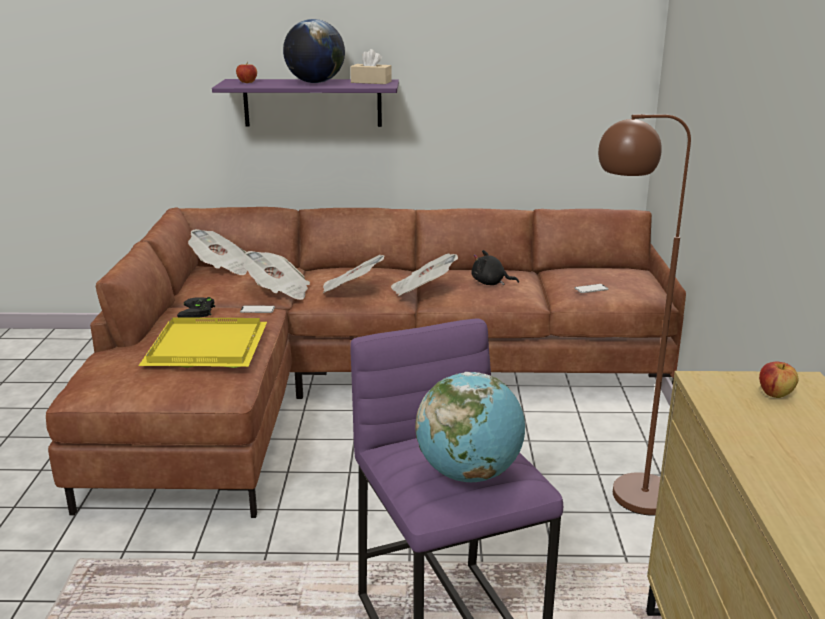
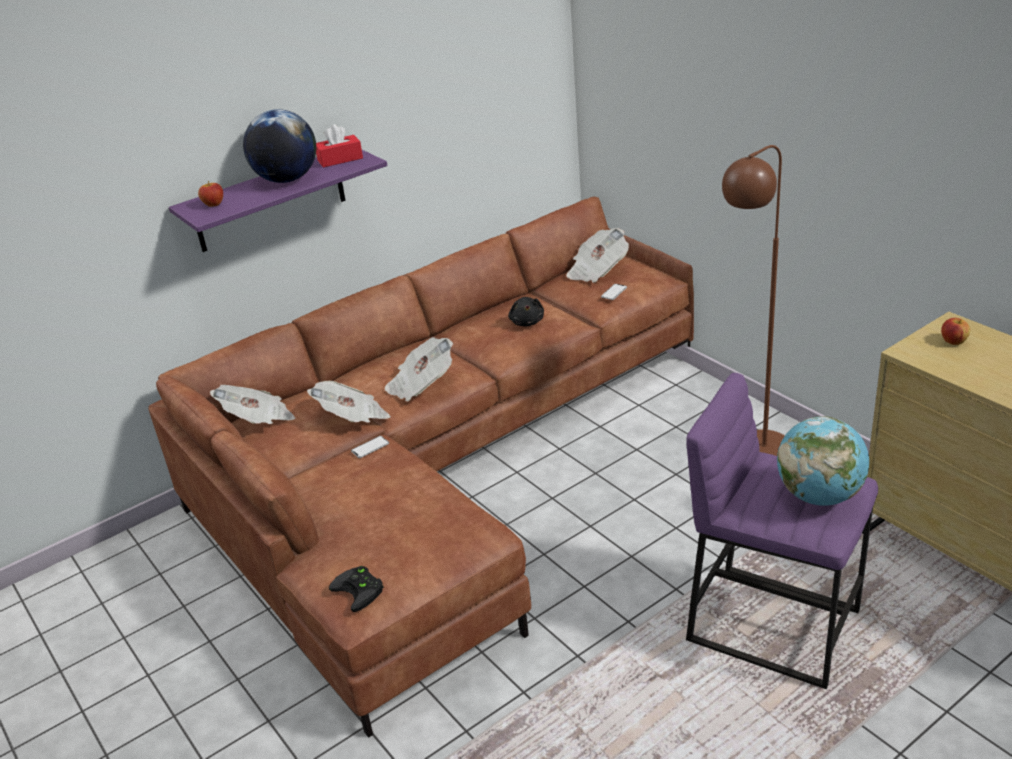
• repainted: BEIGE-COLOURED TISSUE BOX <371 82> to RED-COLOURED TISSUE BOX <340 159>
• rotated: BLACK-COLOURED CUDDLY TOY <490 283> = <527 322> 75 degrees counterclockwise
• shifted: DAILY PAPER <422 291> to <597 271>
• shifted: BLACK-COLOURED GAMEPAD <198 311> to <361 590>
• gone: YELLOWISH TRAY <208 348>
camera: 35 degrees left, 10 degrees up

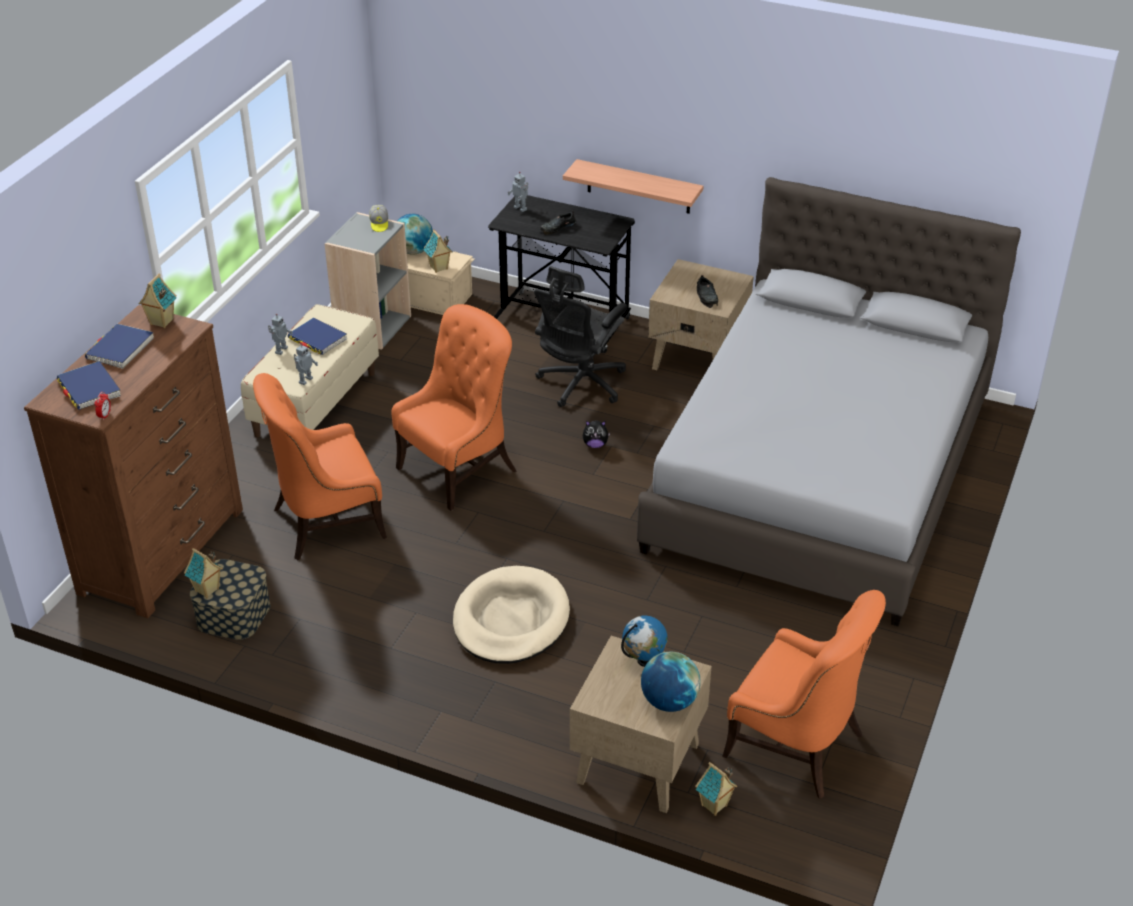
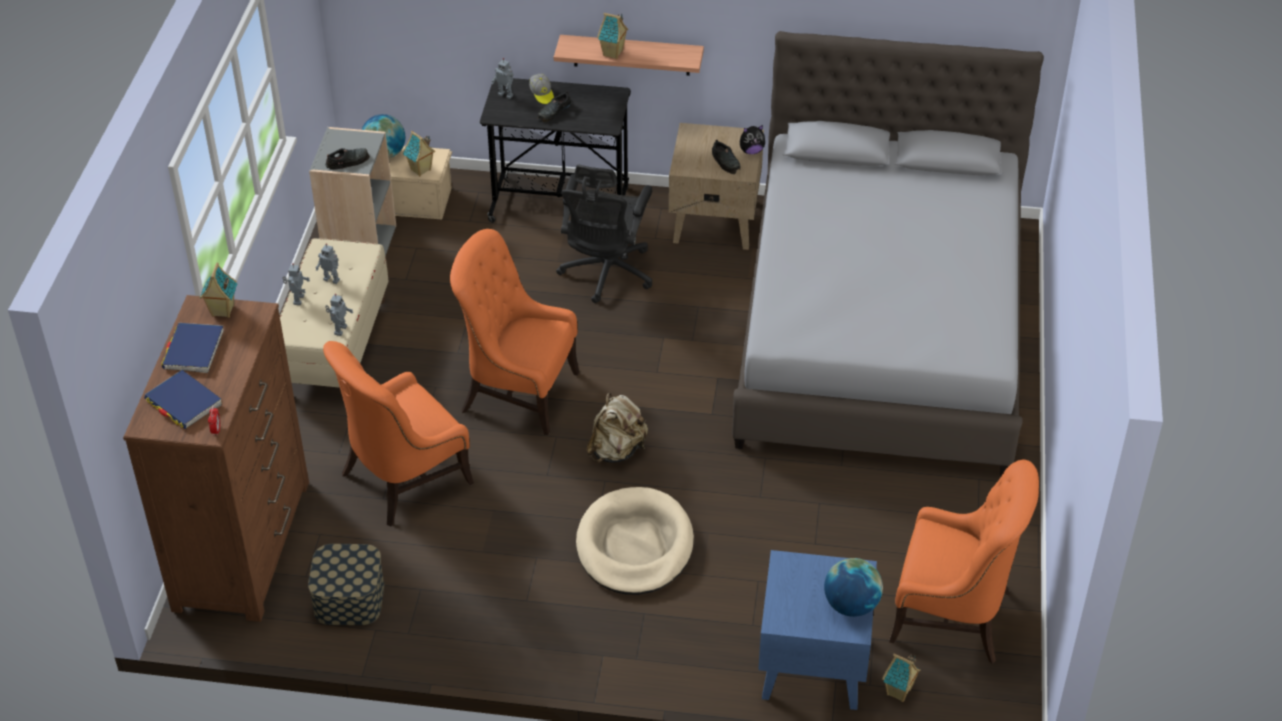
• shifted: PEAKED CAP <379 224> to <542 94>
• rotated: ORANGE-COLOURED CHAIR <459 469> = <517 392> 105 degrees counterclockwise
• swapped: BLUE VOLUME <317 339> to TOY ROBOT <332 279>
• shifted: CUDDLY TOY <595 445> to <751 151>
• shifted: TOY HOUSE <207 590> to <613 53>
• gone: GLOBE <643 661>
• repainted: BEIGE-COLOURED NIGHTSTAND <636 762> to BLUE NIGHTSTAND <811 666>
• new: BLACK-COLOURED LOW SHOE <348 161>
• new: BEIGE-COLOURED BACKPACK <617 450>
camera: 15 degrees left, 5 degrees up

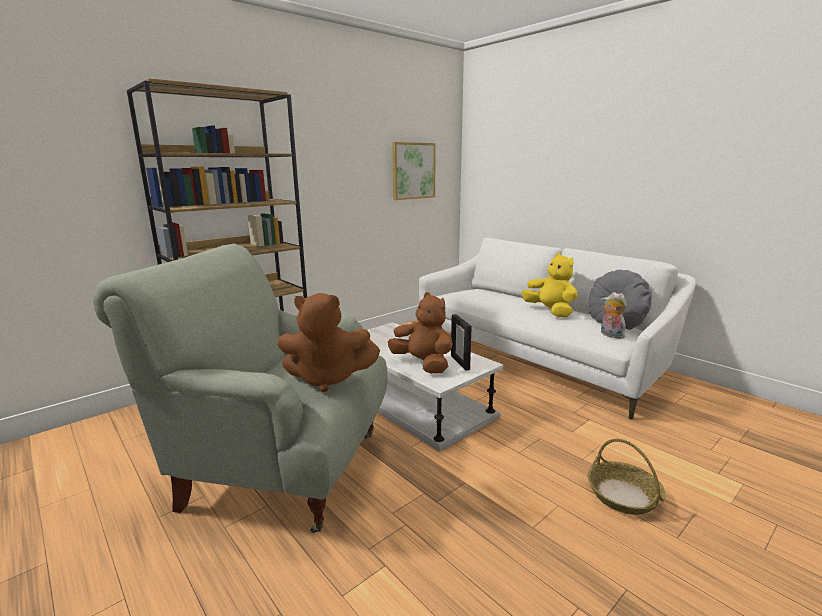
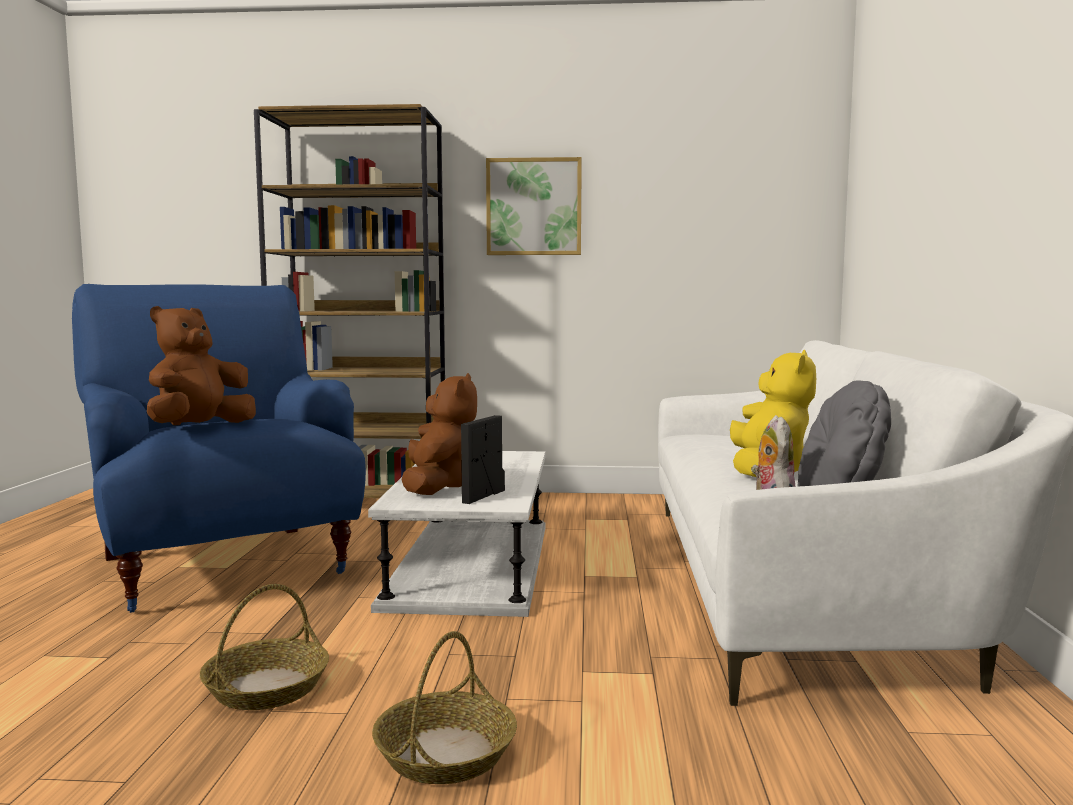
• shifted: PICTURE <413 171> to <534 207>
• repainted: GREYISH LOUNGE CHAIR <281 469> to BLUE LOUNGE CHAIR <222 565>
• rotated: BROWNISH CUDDLY TOY <328 379> = <199 428> 75 degrees clockwise
• new: HOUSEHOLD BASKET <266 688>
camera: 45 degrees right, 10 degrees down

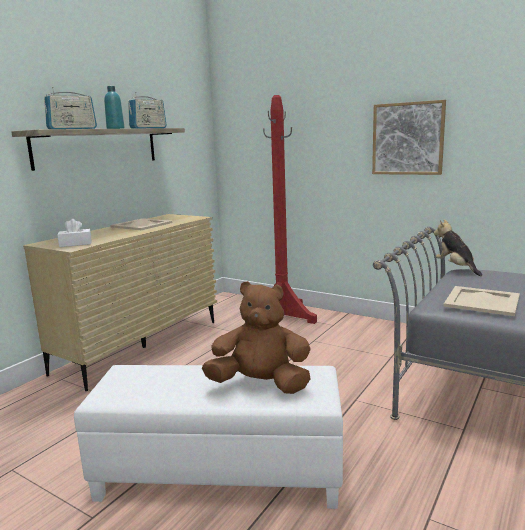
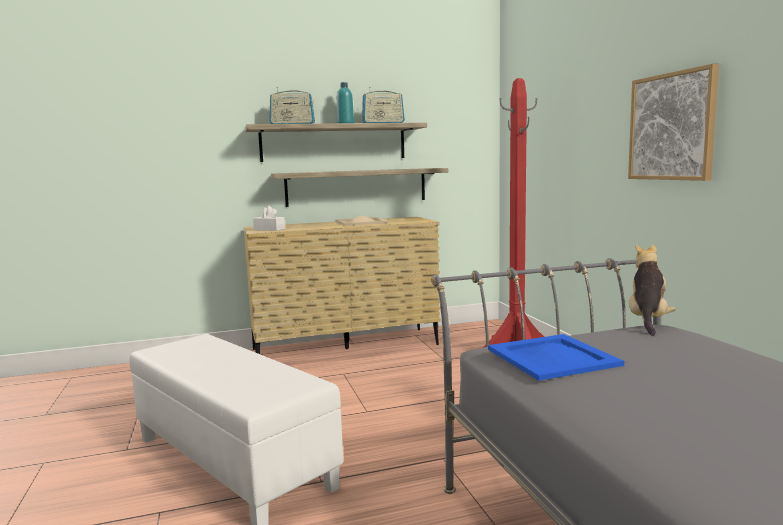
• gone: BROWNISH CUDDLY TOY <261 385>
• repainted: BEIGE-COLOURED TRAY <483 301> to BLUE TRAY <553 357>
• new: WALL SHELF <356 187>
camera: 40 degrees right, 5 degrees down

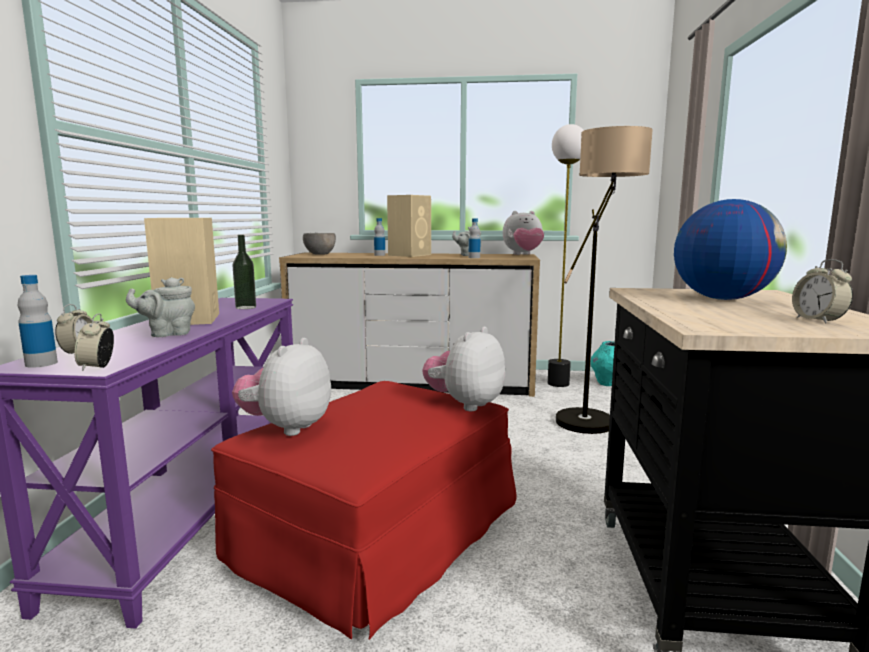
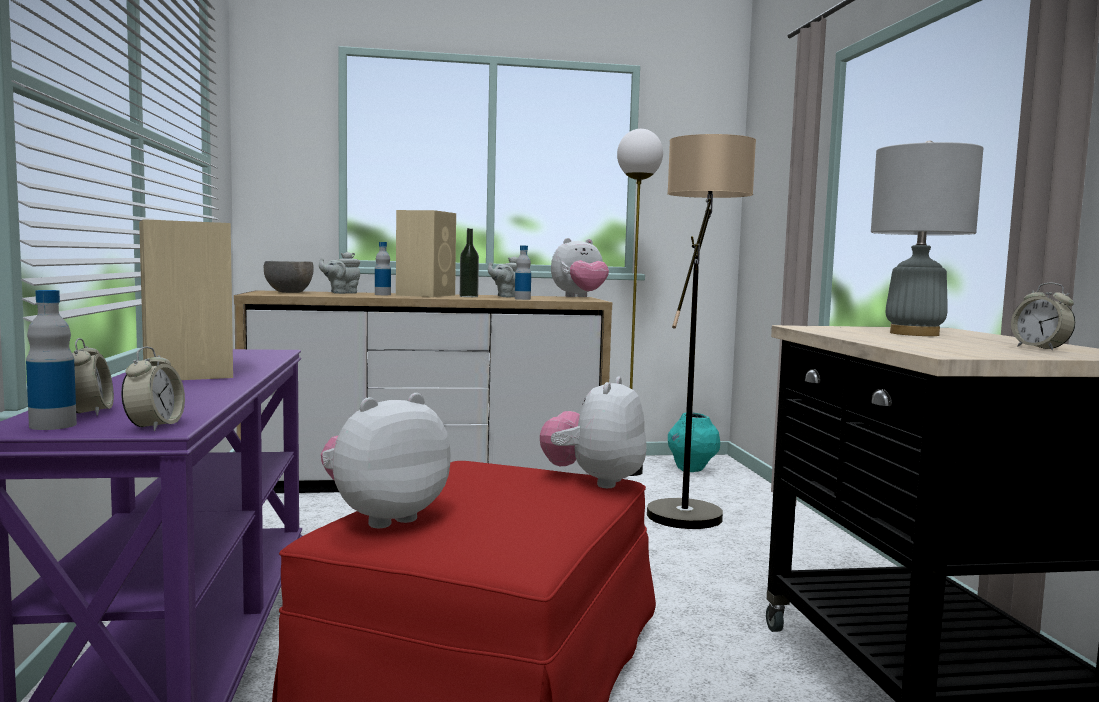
• swapped: GLOBE <722 299> to GREYISH TABLE LAMP <913 334>
• shifted: DRINK BOTTLE <246 307> to <468 296>
• shifted: GREYISH TEA POT <167 334> to <341 293>
• rotated: BEDSIDE CLOCK <97 367> = <154 427> 150 degrees counterclockwise
• rotated: CUDDLY TOY <286 428> = <383 517> 45 degrees clockwise
camera: 15 degrees left, 5 degrees down

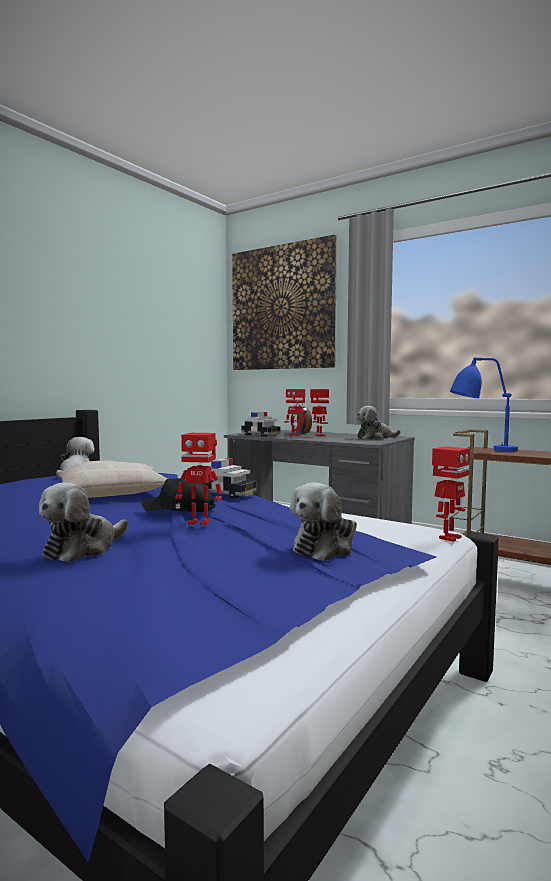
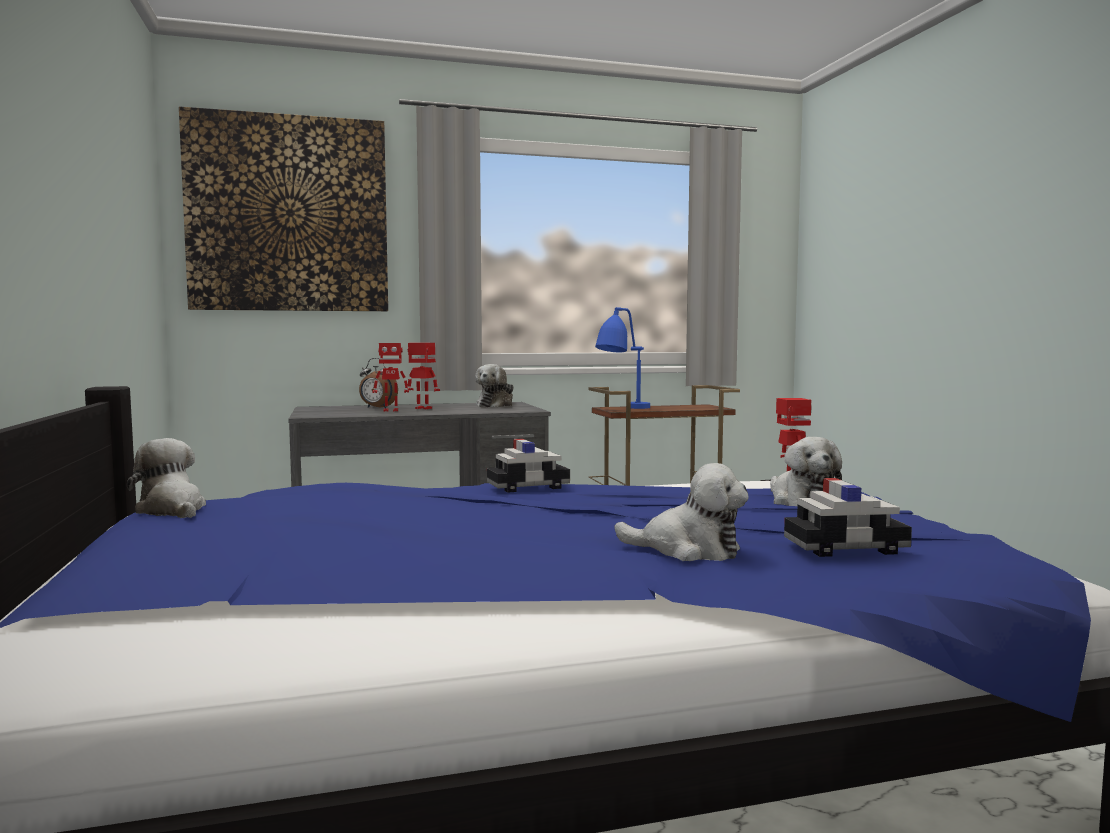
• shifted: TOY CAR <261 435> to <846 548>
• gone: TOY ROBOT <199 522>
• gone: BEIGE-COLOURED CUSHION <114 493>
• gone: BLACK-COLOURED PEAKED CAP <179 509>
• rotated: CUDDLY TOY <83 548> = <688 550> 45 degrees counterclockwise
camera: 50 degrees left, 0 degrees up

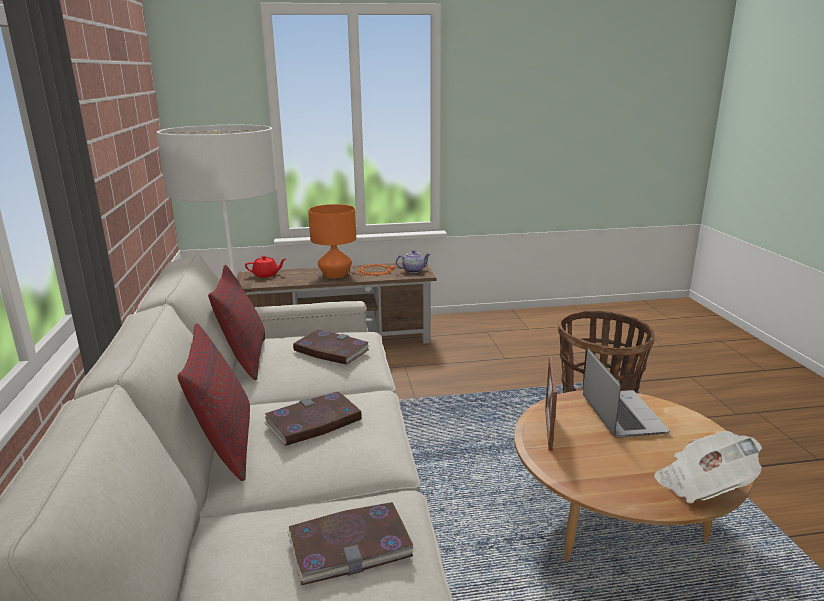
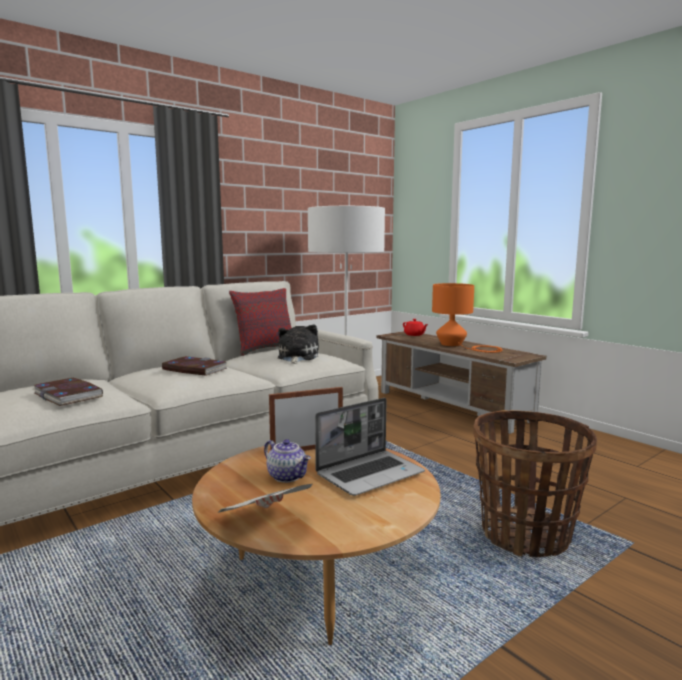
• shifted: TEA POT <413 270> to <288 476>
• gone: RED-COLOURED CUSHION <227 447>
• swapped: VOLUME <331 350> to CUDDLY TOY <297 357>
camera: 60 degrees right, 10 degrees down

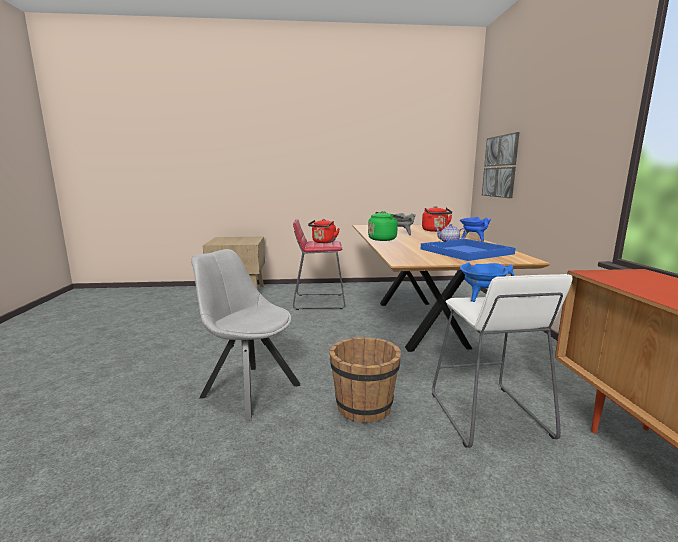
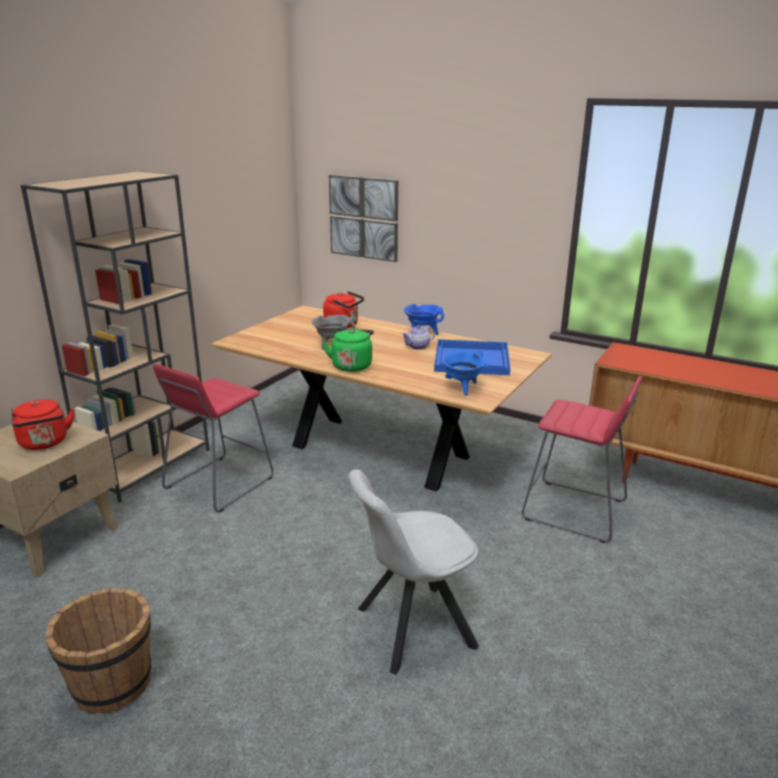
• shifted: RED-COLOURED WATER KETTLE <323 242> to <44 443>
• shifted: BLUE STOCKPOT <482 298> to <462 388>
• repainted: WHITISH SITTING STOOL <488 415> to RED-COLOURED SITTING STOOL <574 510>
• shifted: BROWNISH WATER BUCKET <364 406> to <112 684>
• new: BOOKSHELF <149 467>
camera: 55 degrees left, 10 degrees up

